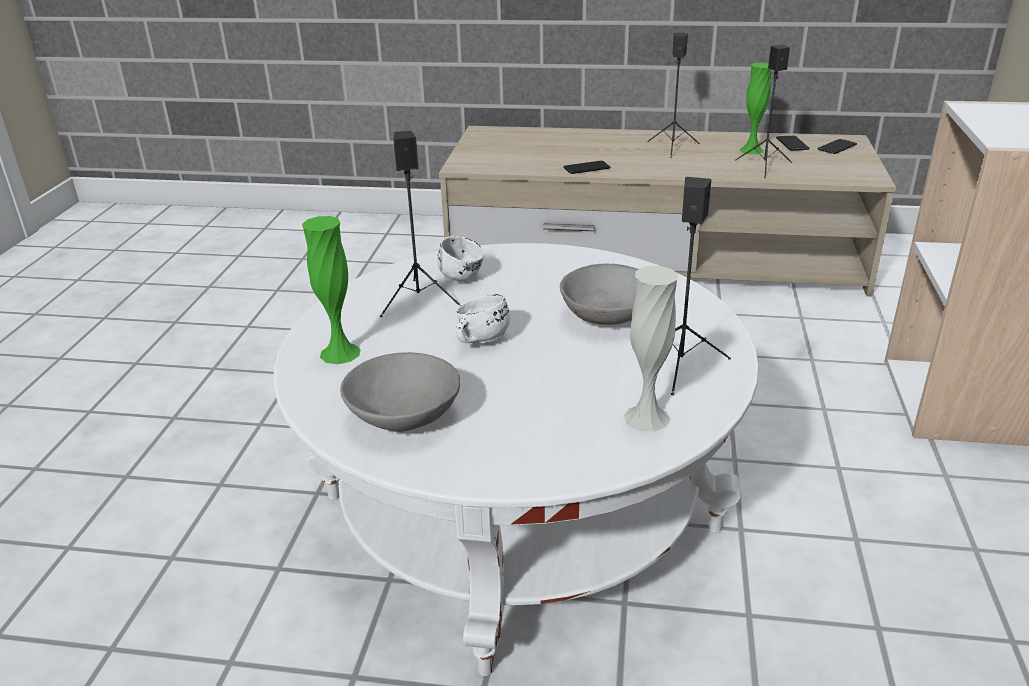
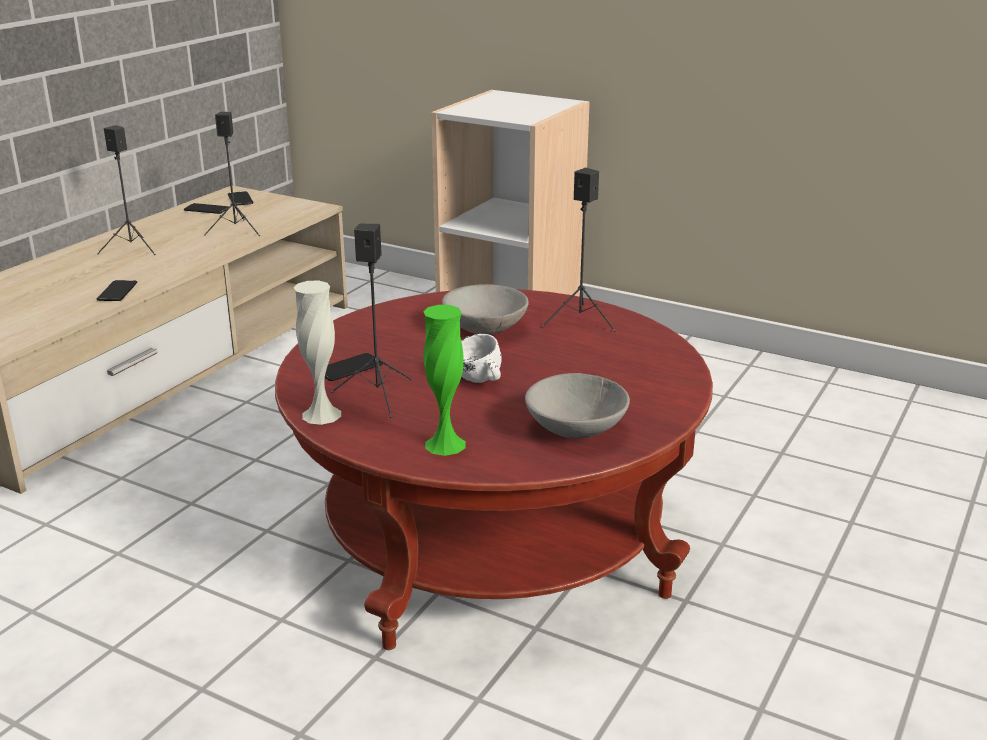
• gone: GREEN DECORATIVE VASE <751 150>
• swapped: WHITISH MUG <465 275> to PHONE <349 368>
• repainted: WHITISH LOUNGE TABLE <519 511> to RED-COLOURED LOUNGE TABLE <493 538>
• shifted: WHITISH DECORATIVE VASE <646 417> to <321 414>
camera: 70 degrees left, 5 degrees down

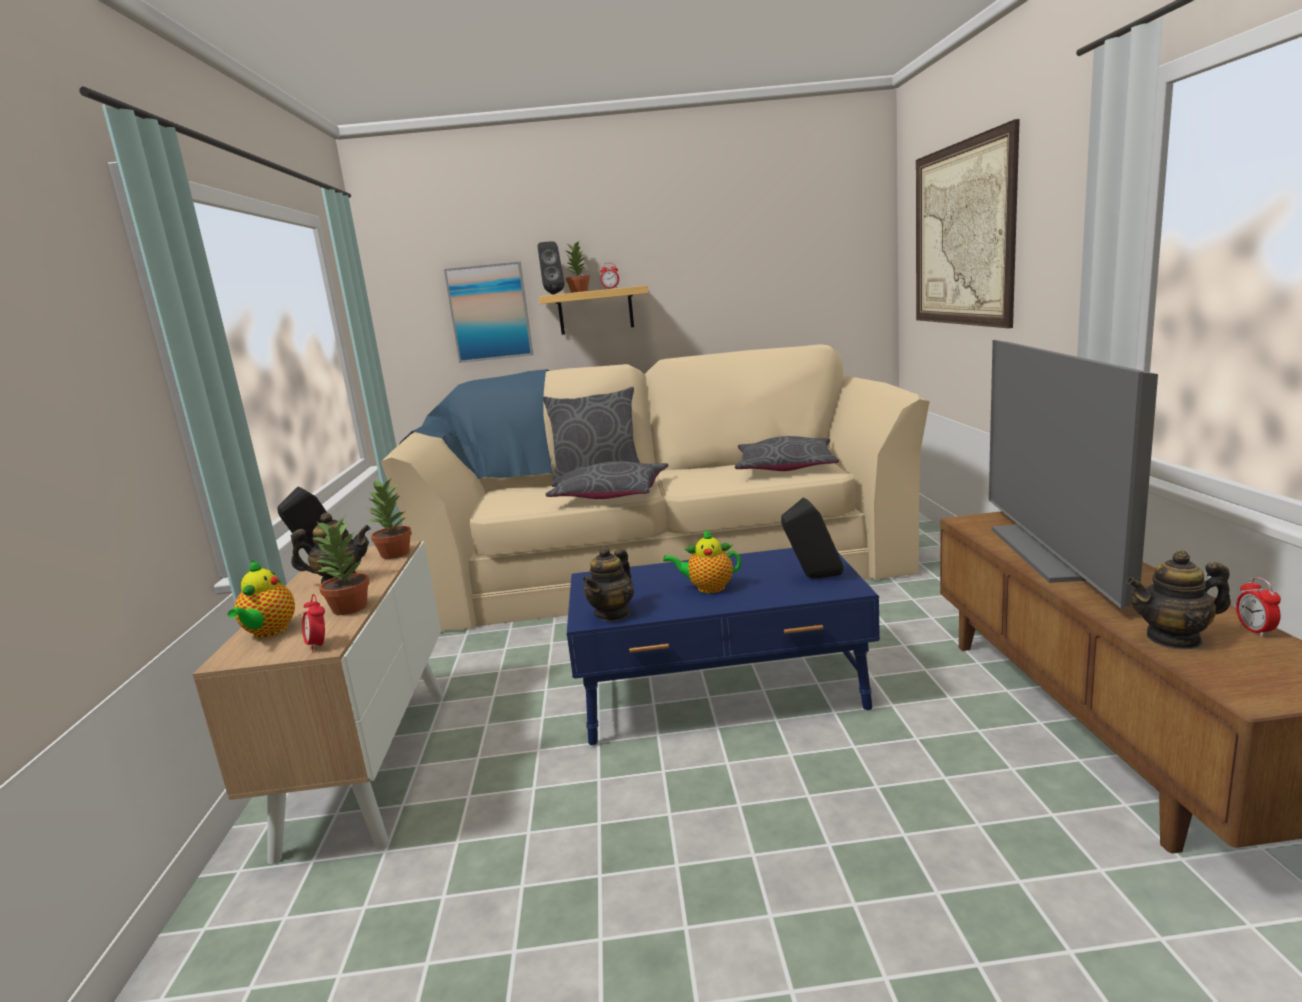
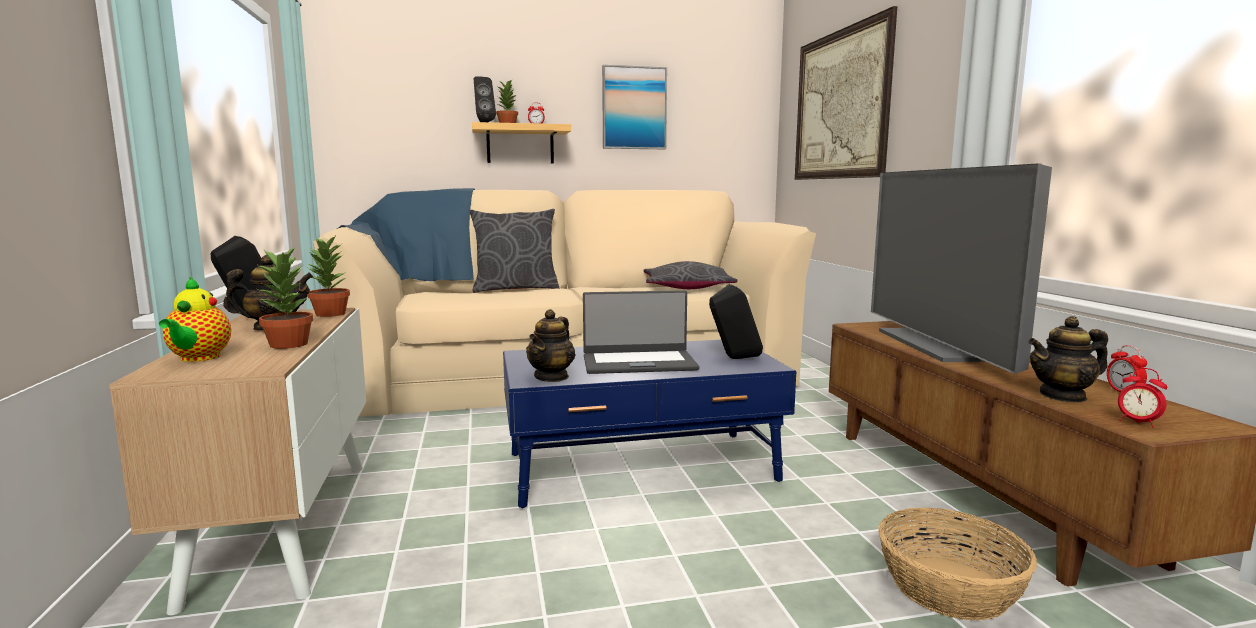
• shifted: PICTURE <489 312> to <634 108>
• gone: GREYISH CUSHION <611 494>
• swapped: TEA POT <707 588> to NOTEBOOK COMPUTER <638 363>
• shifted: BEDSIDE CLOCK <318 646> to <1137 422>
• new: HOUSEHOLD BASKET <950 588>
camera: 10 degrees left, 5 degrees down

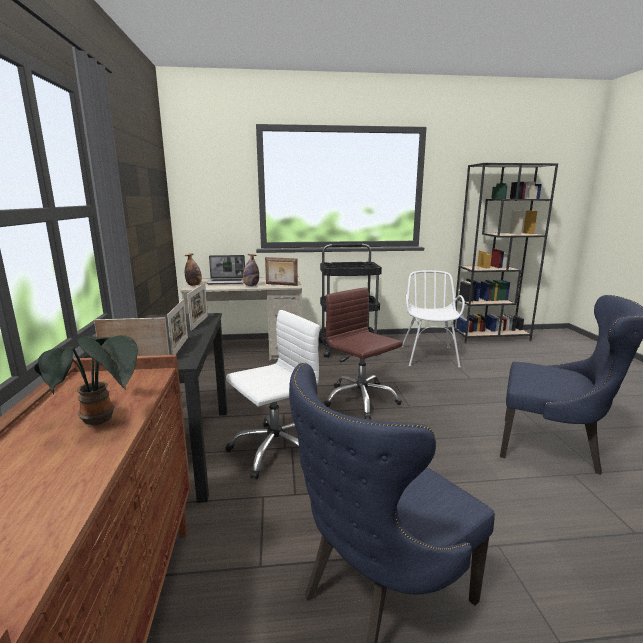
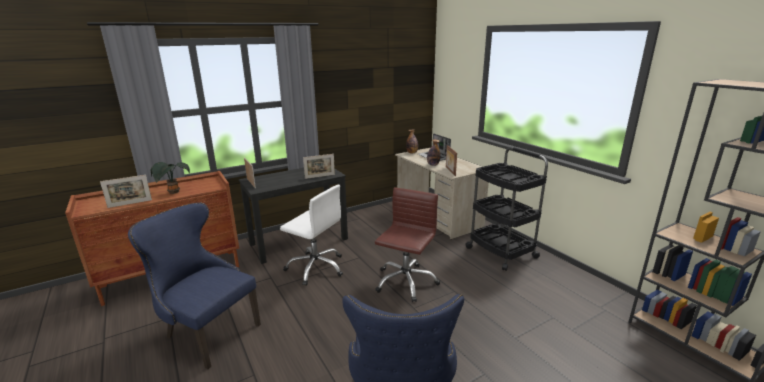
• gone: WHITISH CHAIR <429 355>
• shifted: PICTURE FRAME <180 347> to <130 203>
camera: 65 degrees right, 5 degrees up

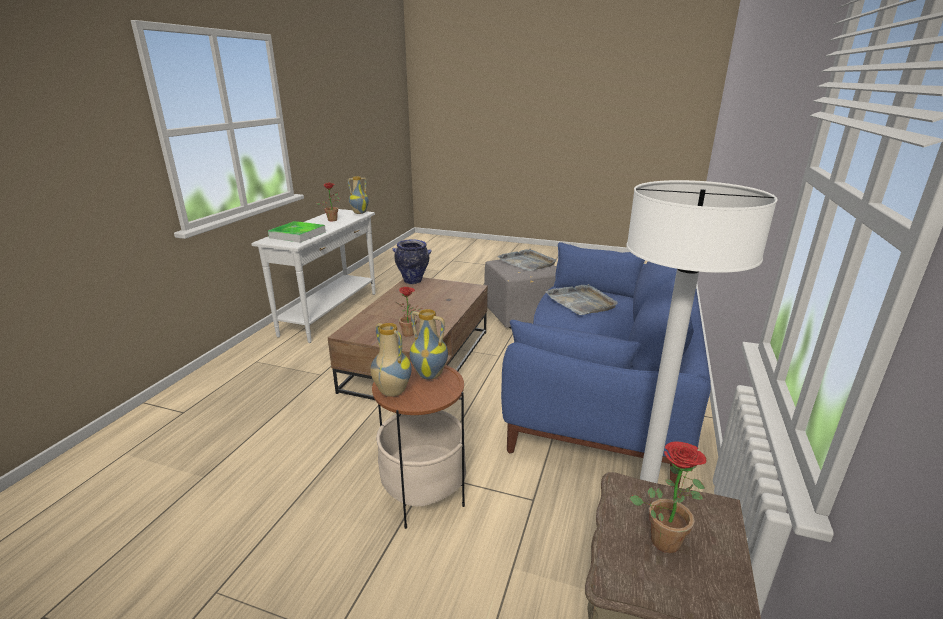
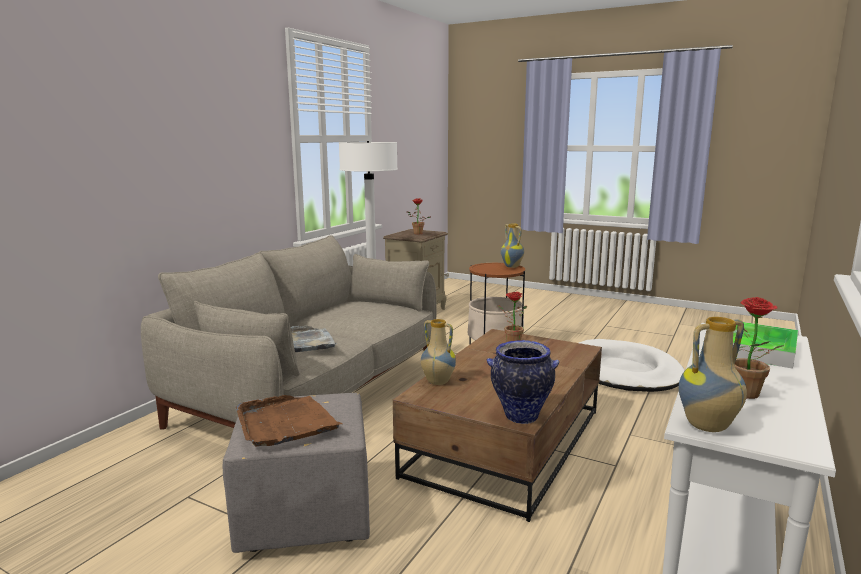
• repainted: BLUE SETTEE <601 392> to BEIGE-COLOURED SETTEE <313 393>
• repainted: GREYISH TRAY <527 262> to BROWNISH TRAY <285 423>
• shifted: DECORATIVE VASE <430 374> to <437 382>
• new: WHITISH DOG CUSHION <623 371>
camera: 170 degrees left, 10 degrees down

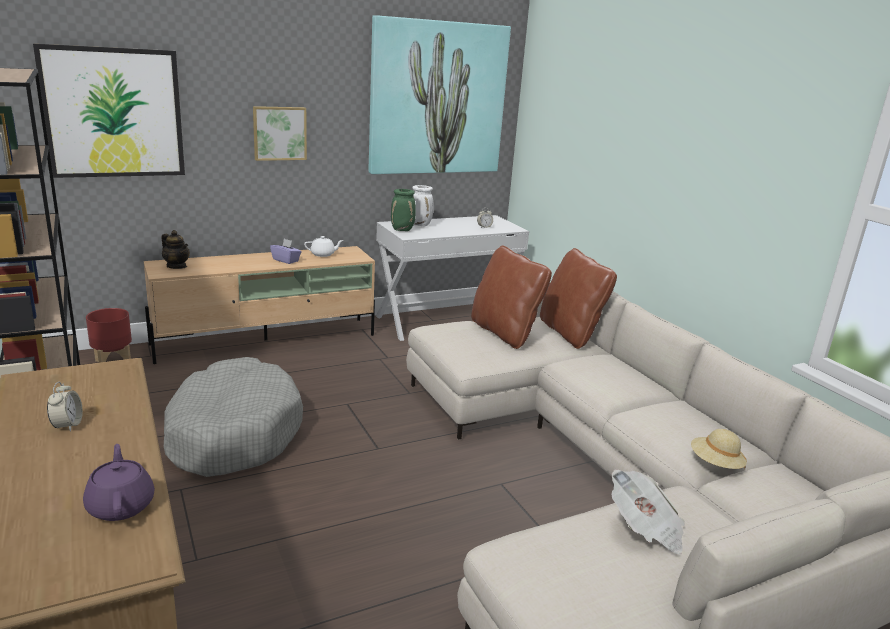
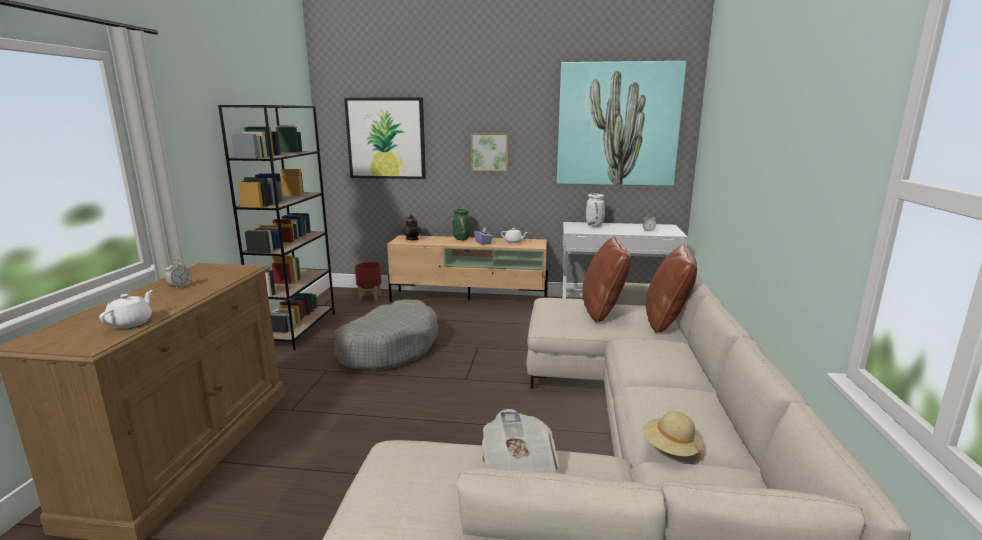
• shifted: GREEN DECORATIVE VASE <403 230> to <462 239>
• repainted: PURPLE TEA POT <121 505> to WHITISH TEA POT <131 323>
camera: 35 degrees right, 5 degrees down

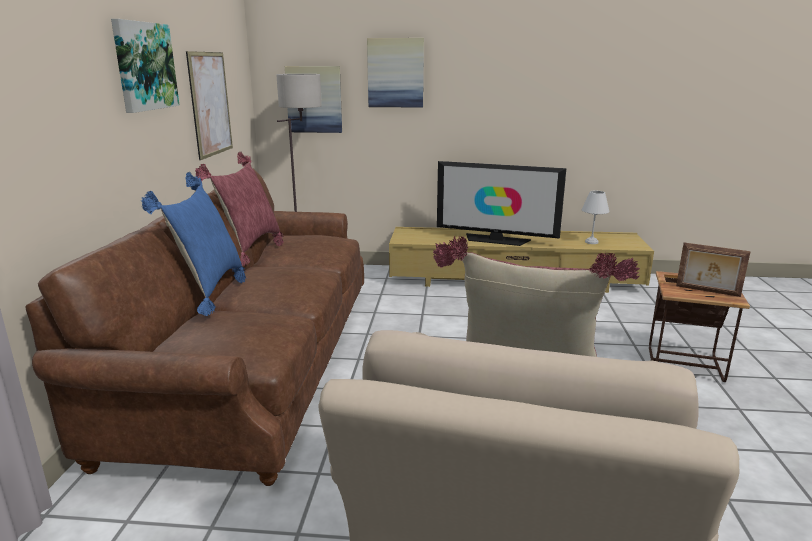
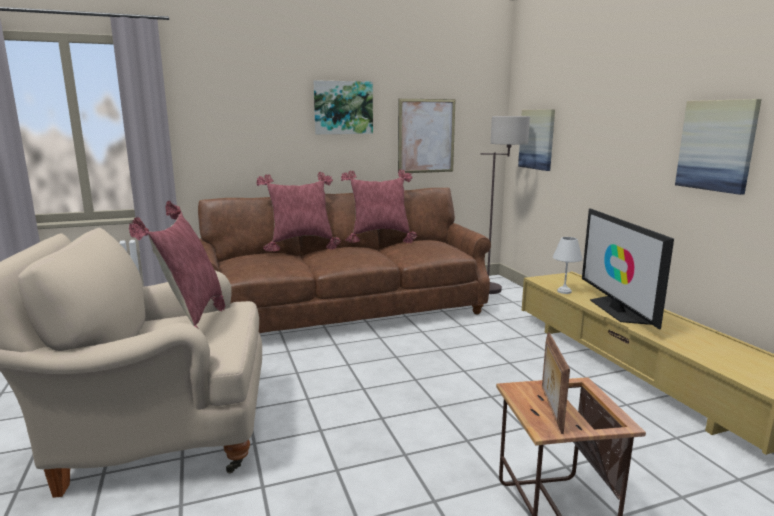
• shifted: PICTURE <395 73> to <716 145>
• repainted: BLUE CUSHION <207 298> to RED-COLOURED CUSHION <300 249>
• shifted: WHITISH TABLE LAMP <591 242> to <564 291>
camera: 65 degrees right, 5 degrees down

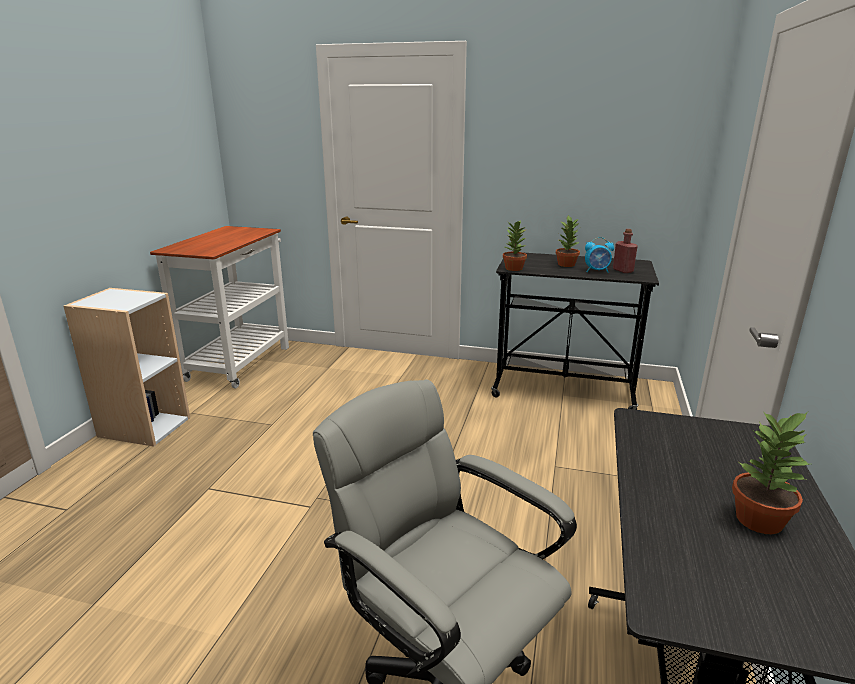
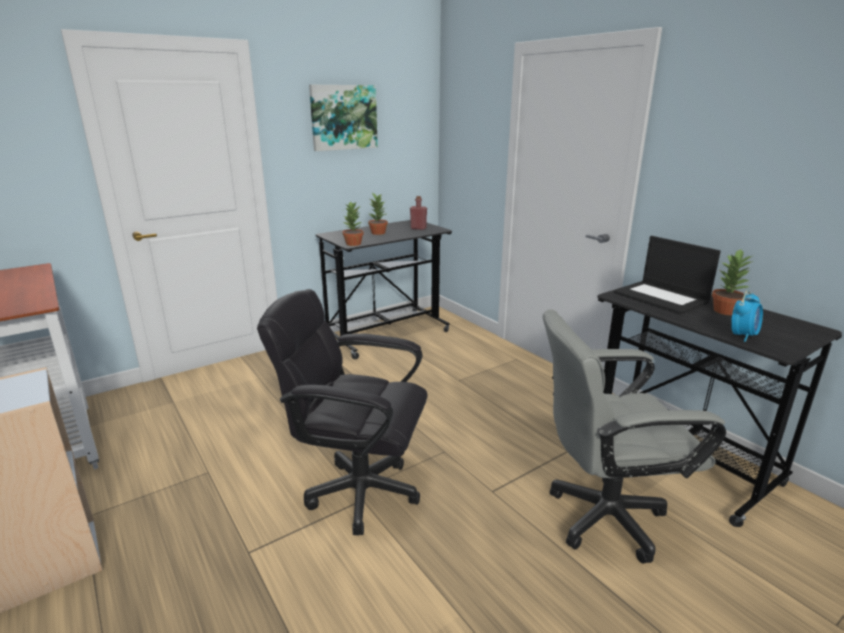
• shifted: BEDSIDE CLOCK <597 271> to <742 336>
• new: PICTURE <343 117>
• new: NOTEBOOK COMPUTER <662 297>
• new: BLACK-COLOURED OFFICE CHAIR <356 495>
camera: 50 degrees left, 0 degrees up

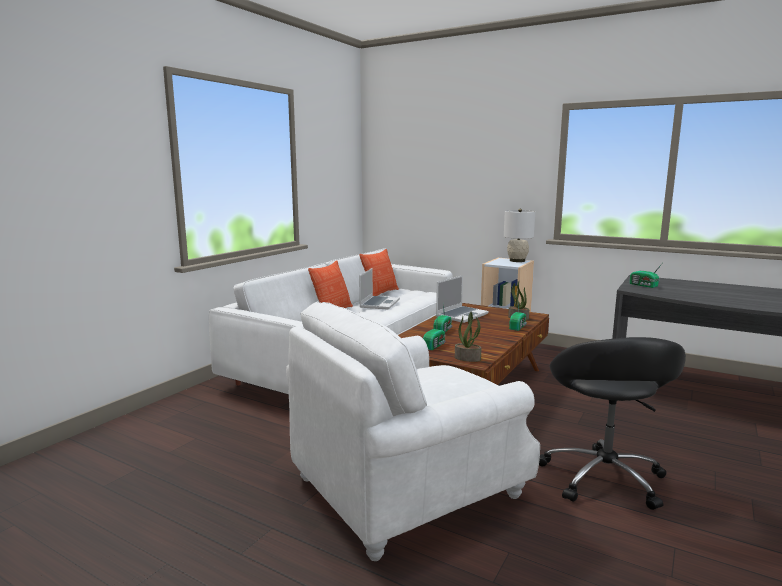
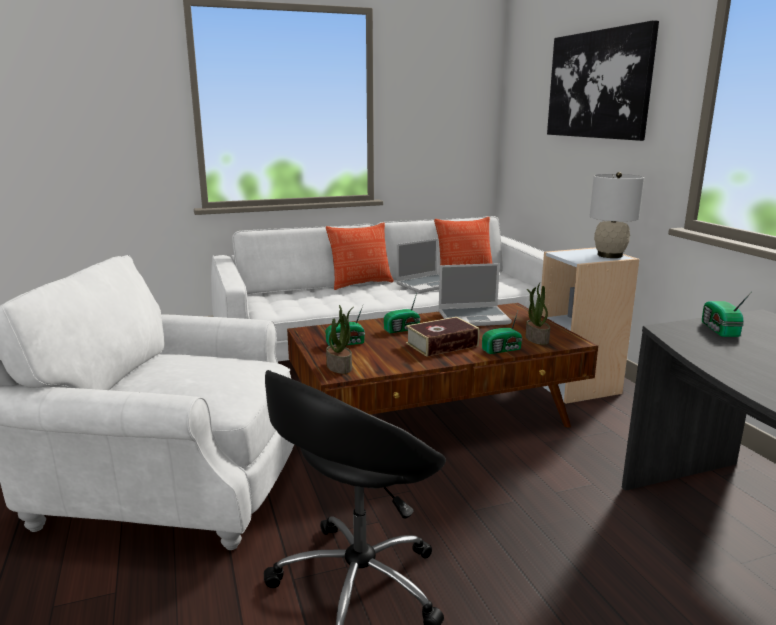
• new: PICTURE <598 85>
• new: VOLUME <442 344>
camera: 40 degrees right, 5 degrees up

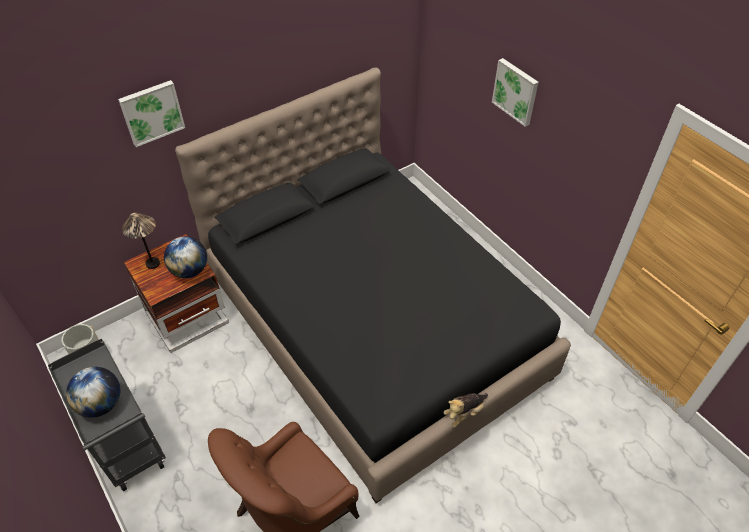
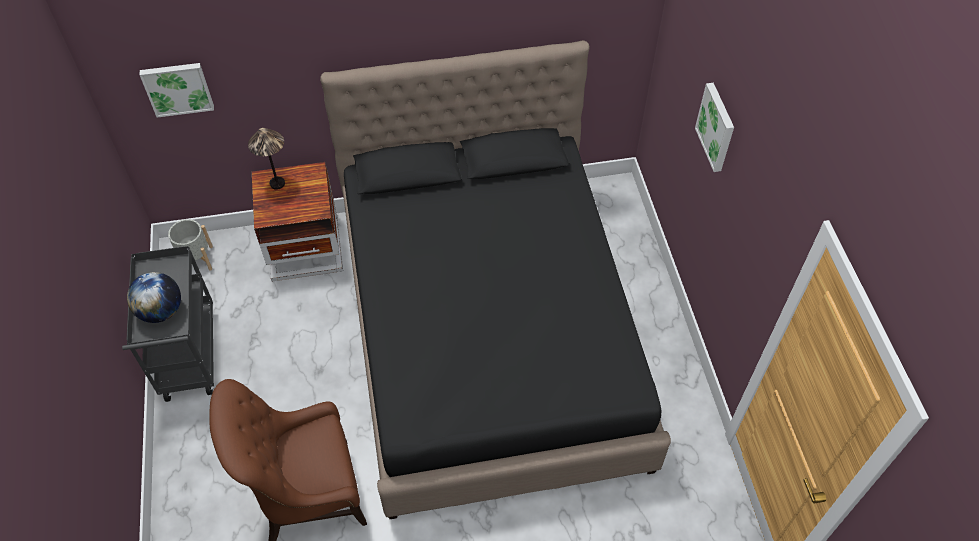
• shifted: PICTURE <151 112> to <177 88>
• gone: GLOBE <190 271>
• gone: CUDDLY TOY <464 413>
camera: 25 degrees right, 5 degrees up

